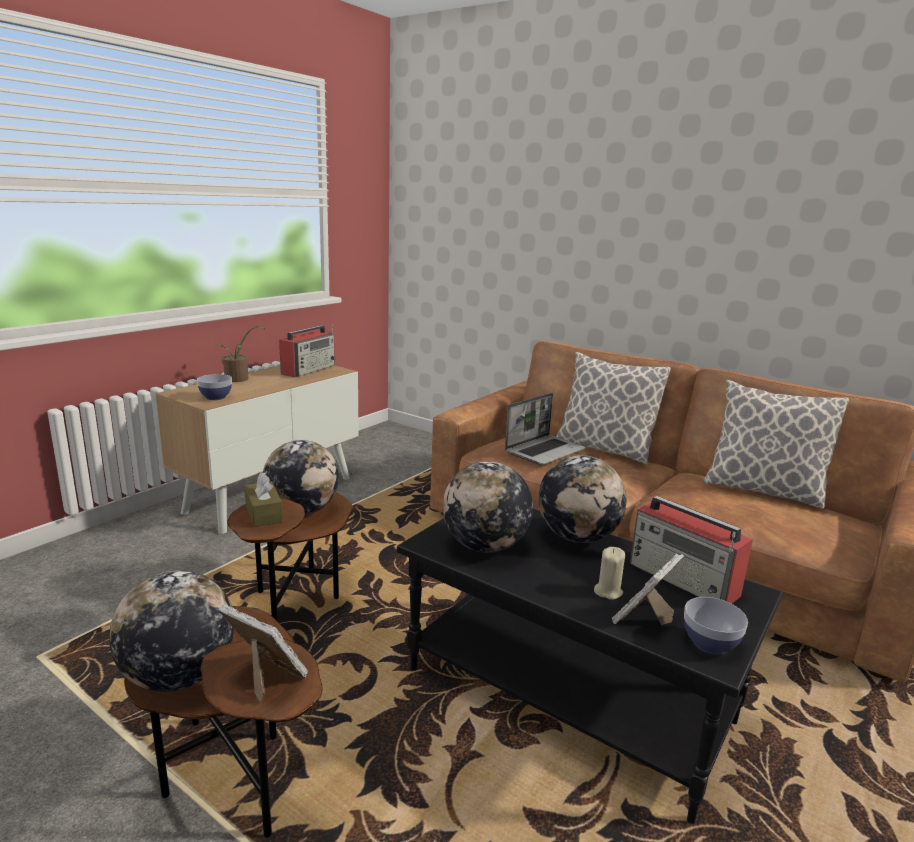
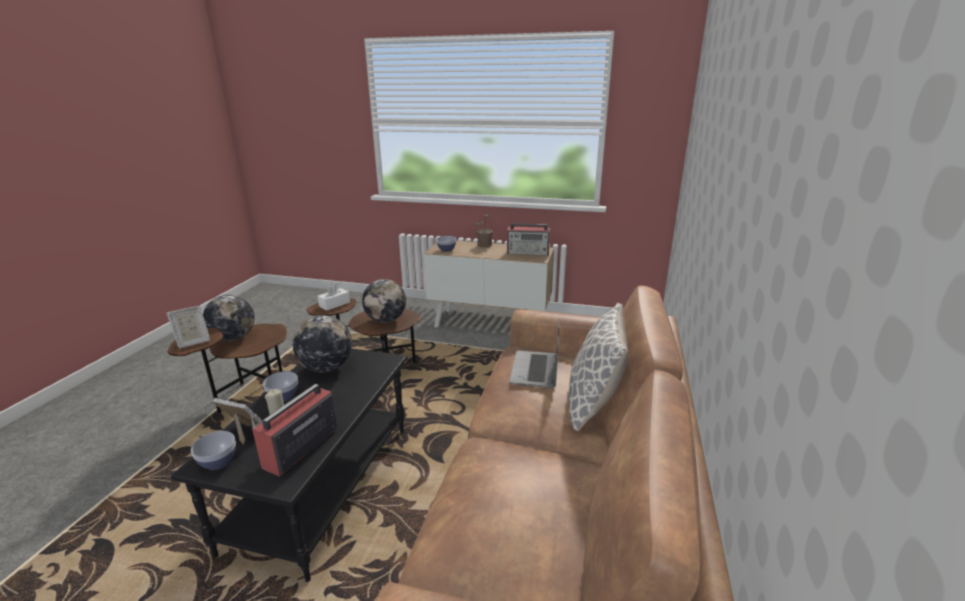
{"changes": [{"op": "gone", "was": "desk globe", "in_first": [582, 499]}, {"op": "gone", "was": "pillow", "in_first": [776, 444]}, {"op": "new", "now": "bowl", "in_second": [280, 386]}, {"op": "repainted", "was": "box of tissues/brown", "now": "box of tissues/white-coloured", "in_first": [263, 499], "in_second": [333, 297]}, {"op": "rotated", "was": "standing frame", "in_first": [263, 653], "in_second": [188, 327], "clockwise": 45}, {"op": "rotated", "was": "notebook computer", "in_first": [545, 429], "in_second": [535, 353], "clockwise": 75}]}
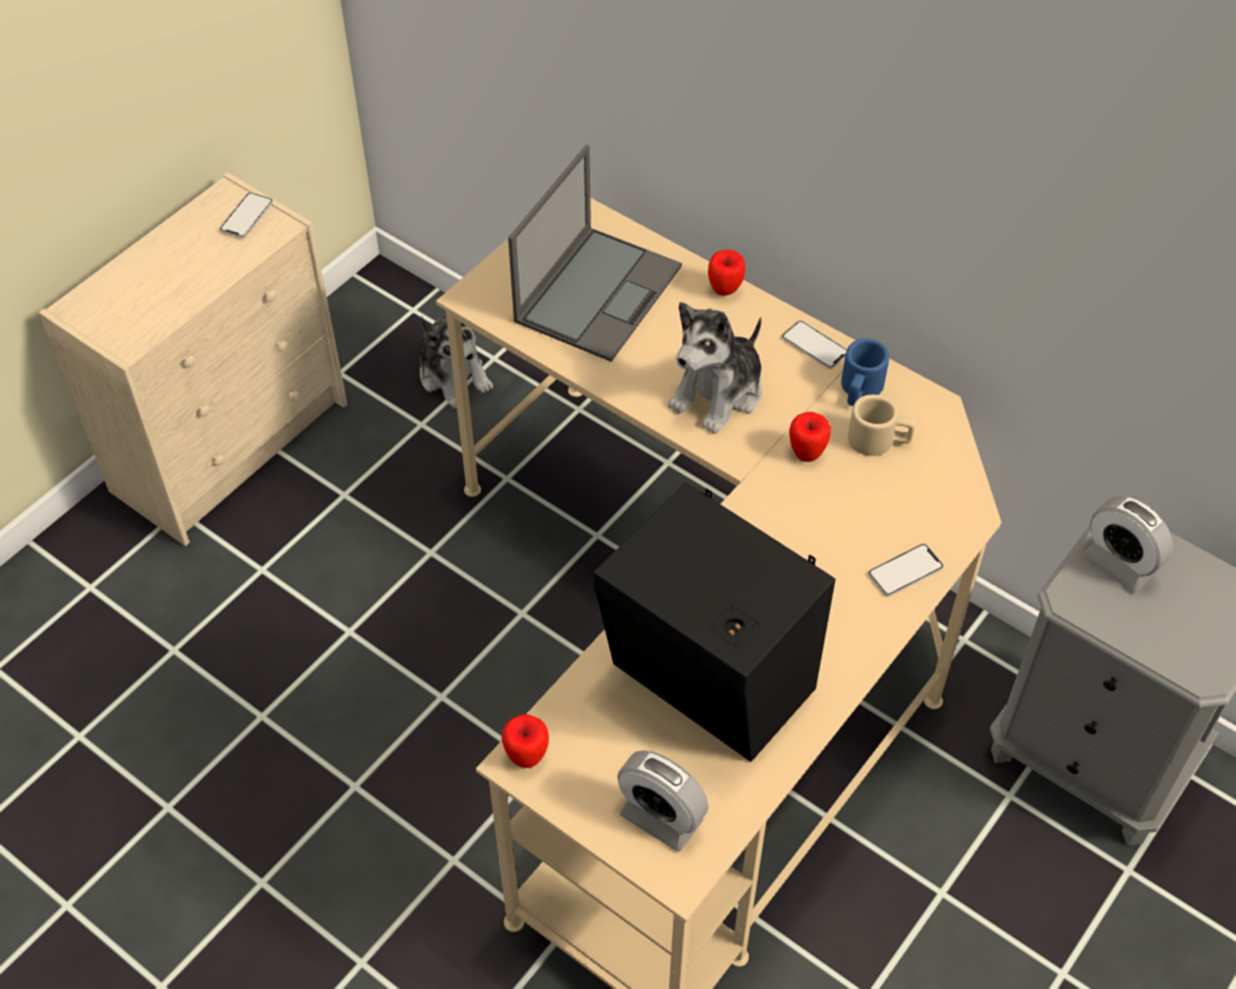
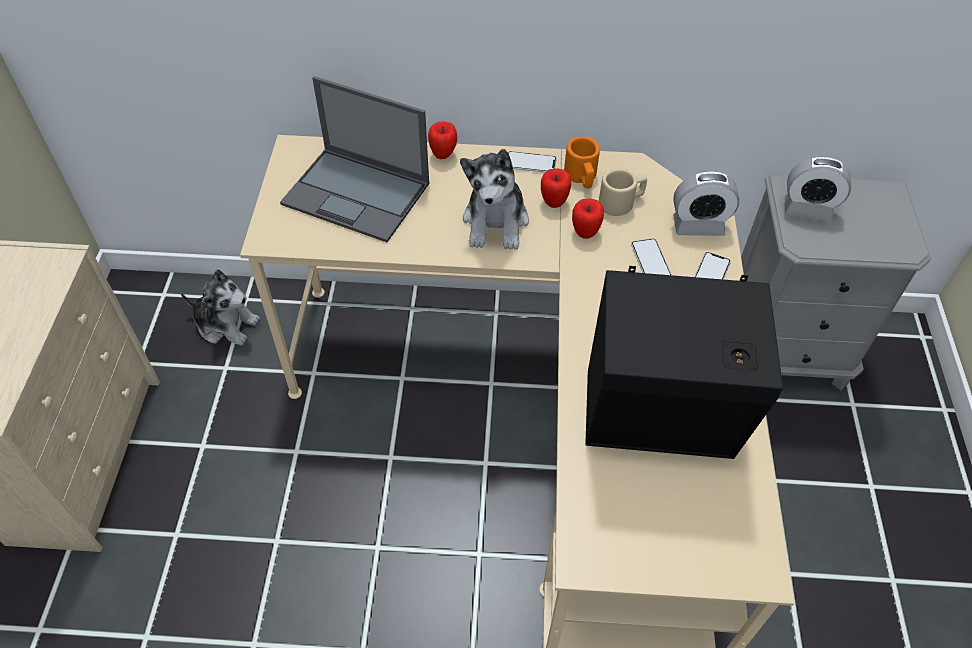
{"changes": [{"op": "shifted", "was": "telephone", "in_first": [246, 215], "in_second": [651, 256]}, {"op": "shifted", "was": "apple fruit", "in_first": [525, 741], "in_second": [556, 188]}, {"op": "shifted", "was": "bedside clock", "in_first": [662, 801], "in_second": [706, 203]}, {"op": "repainted", "was": "coffee mug/blue-coloured", "now": "coffee mug/orange-coloured", "in_first": [865, 372], "in_second": [582, 162]}, {"op": "rotated", "was": "notebook computer", "in_first": [595, 253], "in_second": [354, 159], "clockwise": 120}]}
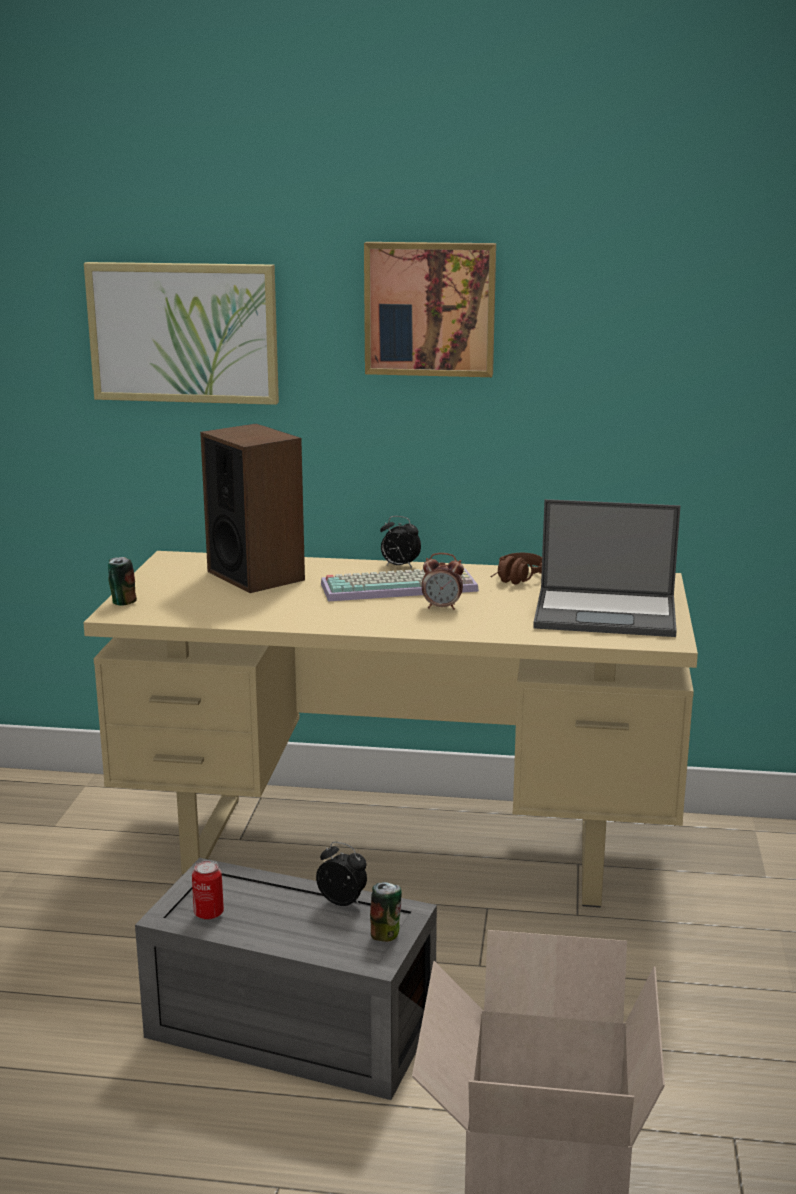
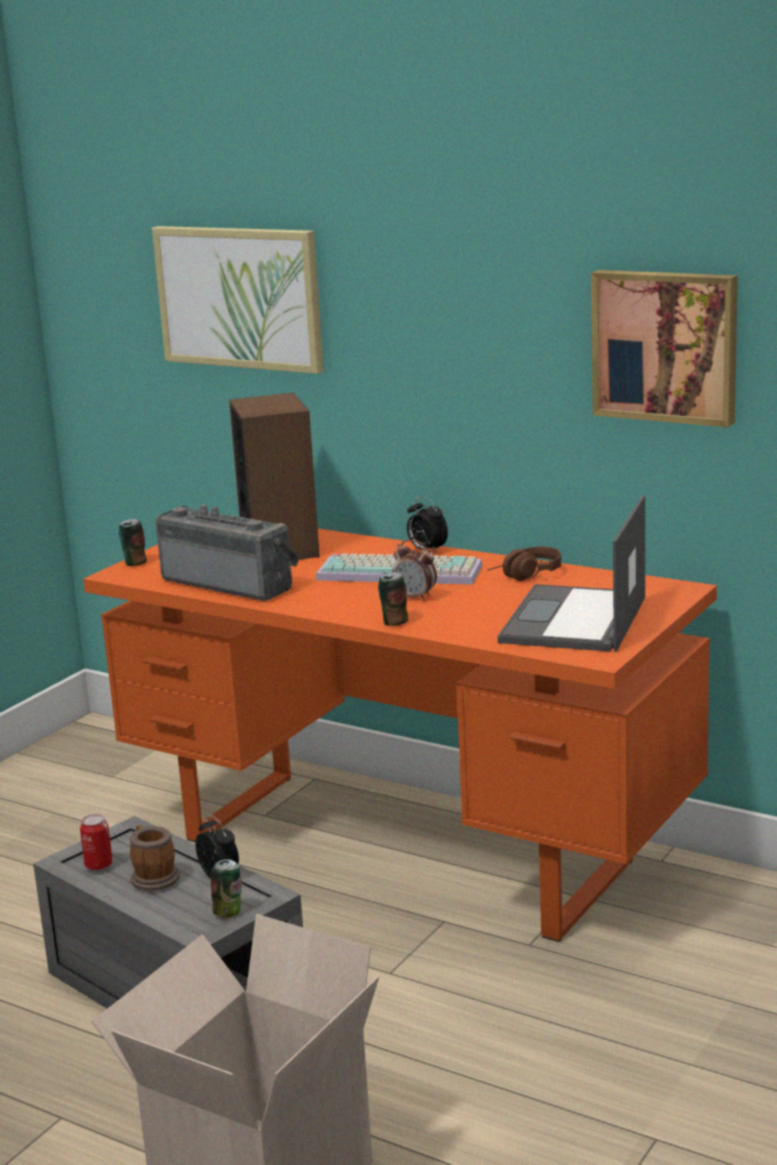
{"changes": [{"op": "new", "now": "coffee mug", "in_second": [155, 858]}, {"op": "new", "now": "radio", "in_second": [228, 553]}, {"op": "new", "now": "sealed can", "in_second": [393, 599]}, {"op": "shifted", "was": "picture", "in_first": [430, 309], "in_second": [664, 348]}, {"op": "repainted", "was": "desk/beige-coloured", "now": "desk/orange-coloured", "in_first": [390, 729], "in_second": [400, 735]}, {"op": "rotated", "was": "notebook computer", "in_first": [606, 568], "in_second": [571, 573], "clockwise": 75}]}
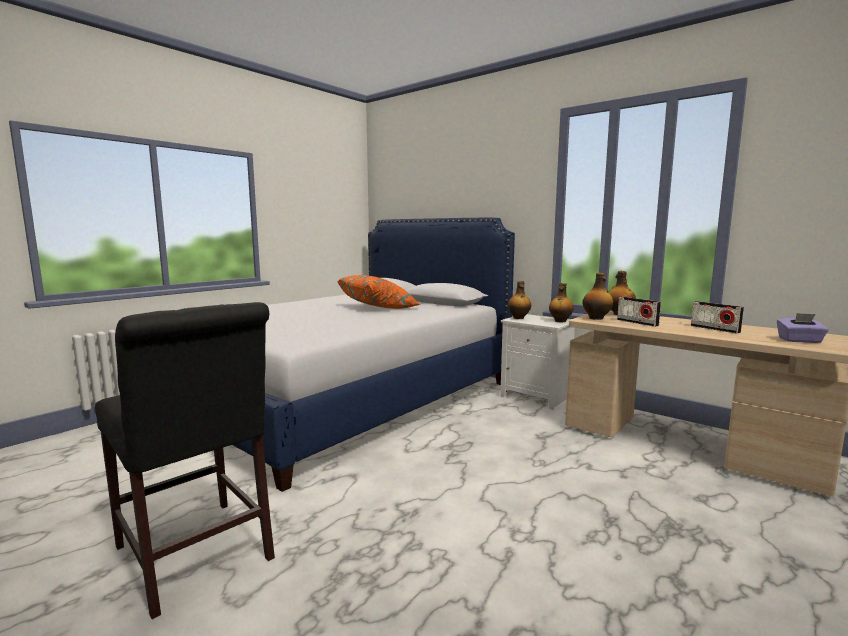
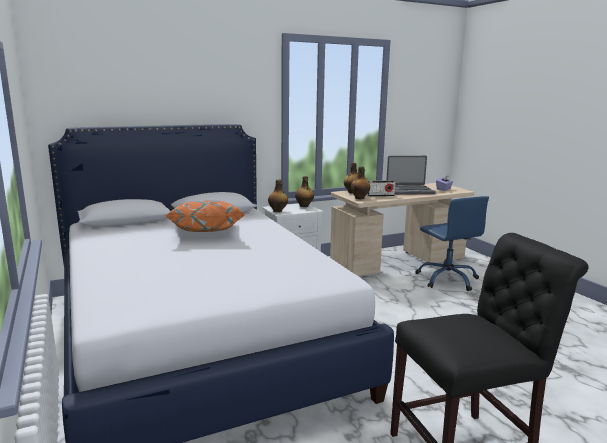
{"changes": [{"op": "new", "now": "computer chair/blue-coloured", "in_second": [452, 243]}, {"op": "swapped", "was": "radio", "now": "notebook computer", "in_first": [717, 317], "in_second": [411, 175]}]}
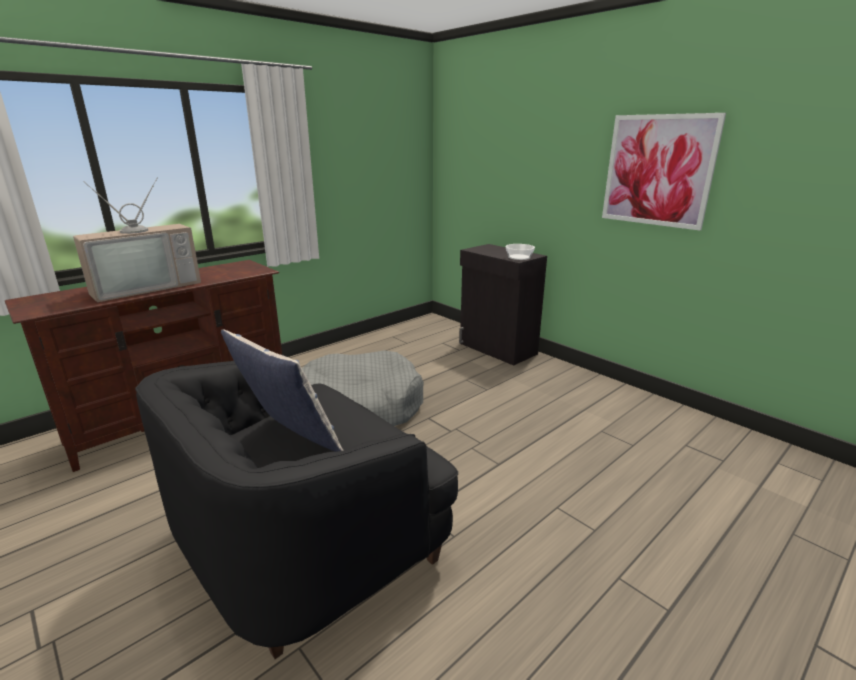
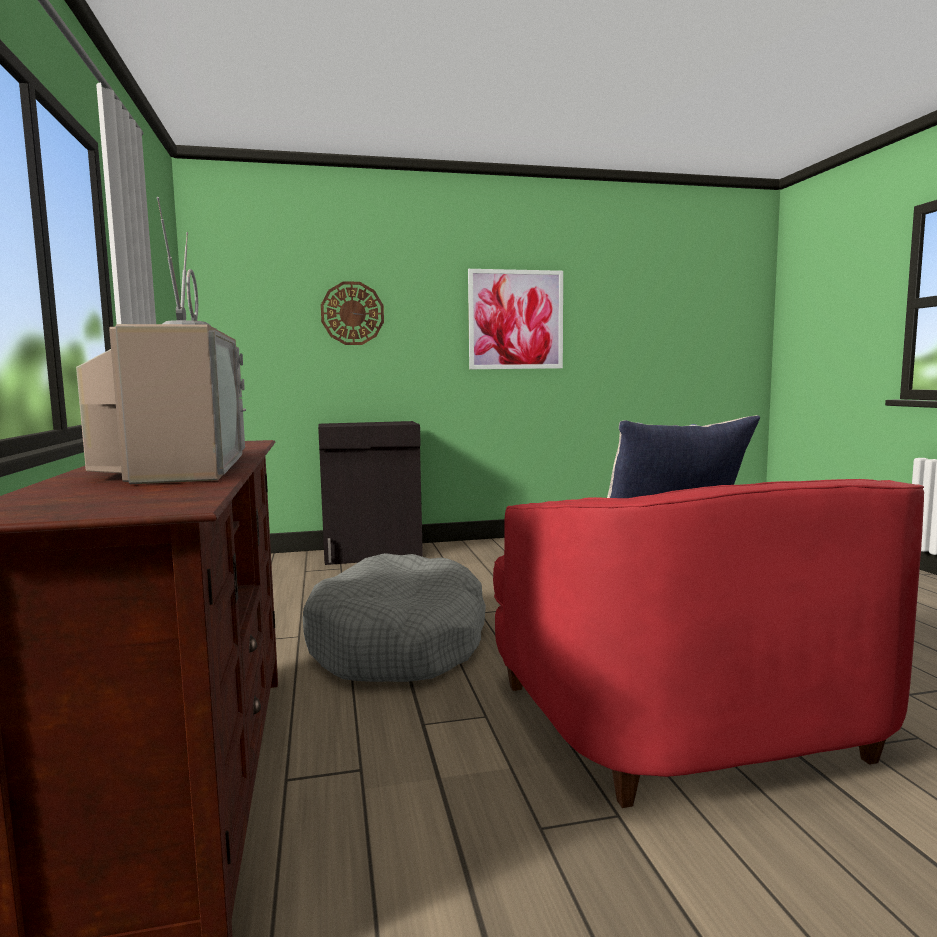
{"changes": [{"op": "gone", "was": "bowl", "in_first": [520, 252]}, {"op": "new", "now": "clock on the wall", "in_second": [352, 313]}, {"op": "repainted", "was": "armchair/black-coloured", "now": "armchair/red", "in_first": [296, 507], "in_second": [708, 643]}]}
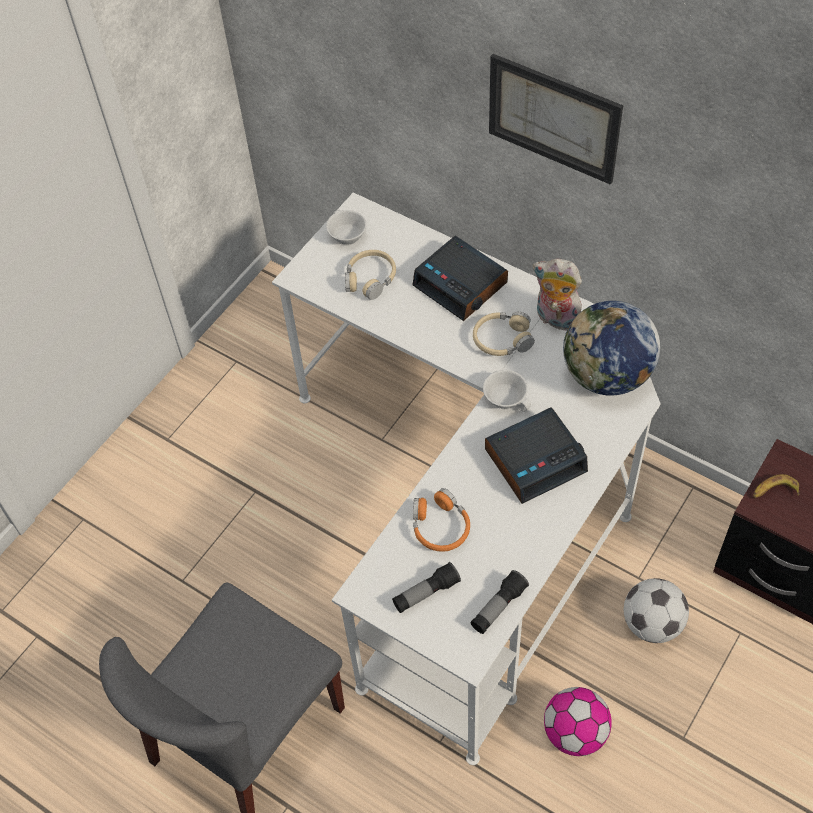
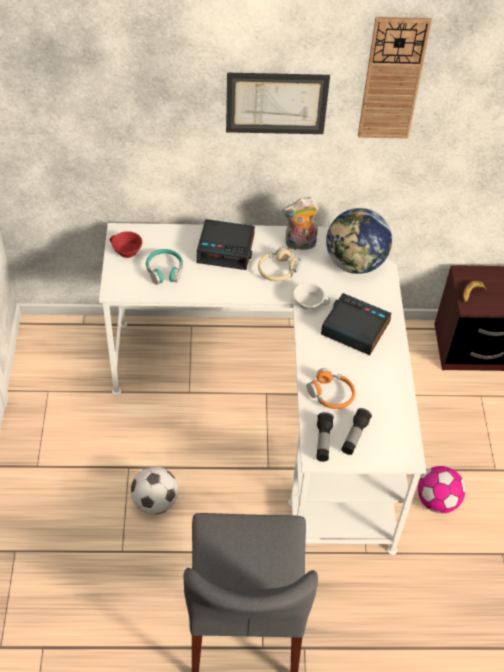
{"changes": [{"op": "new", "now": "clock on the wall", "in_second": [395, 78]}, {"op": "shifted", "was": "hand torch", "in_first": [499, 602], "in_second": [325, 437]}, {"op": "shifted", "was": "ball for football", "in_first": [656, 610], "in_second": [154, 490]}, {"op": "repainted", "was": "drinking cup/white-coloured", "now": "drinking cup/red", "in_first": [346, 227], "in_second": [126, 244]}, {"op": "repainted", "was": "pair of headphones/beige-coloured", "now": "pair of headphones/turquoise", "in_first": [370, 275], "in_second": [164, 267]}, {"op": "rotated", "was": "bedside clock", "in_first": [536, 455], "in_second": [356, 324], "clockwise": -90}]}
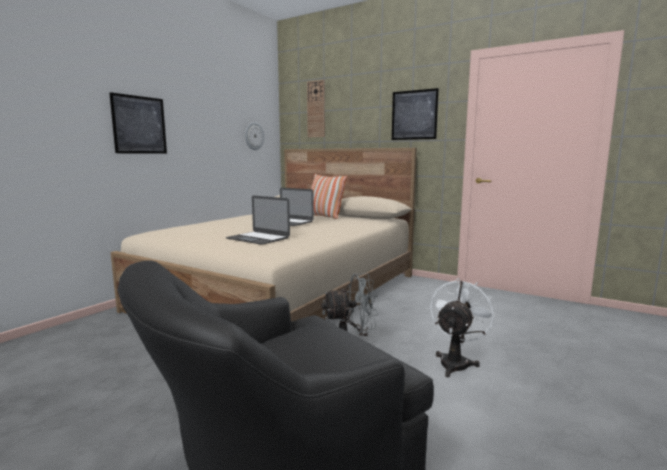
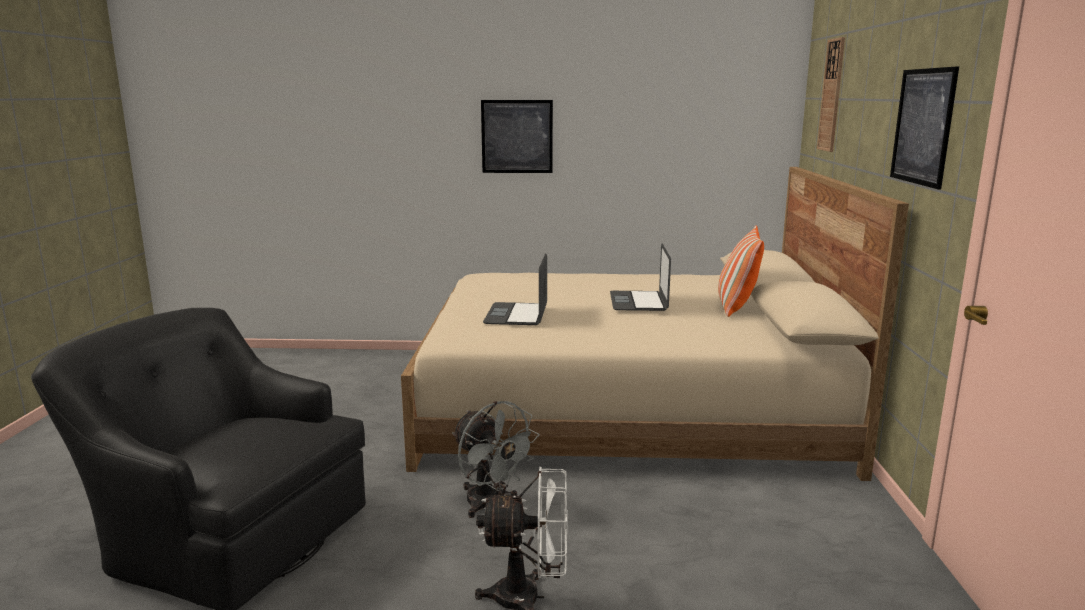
{"changes": [{"op": "gone", "was": "clock on the wall", "in_first": [254, 136]}]}
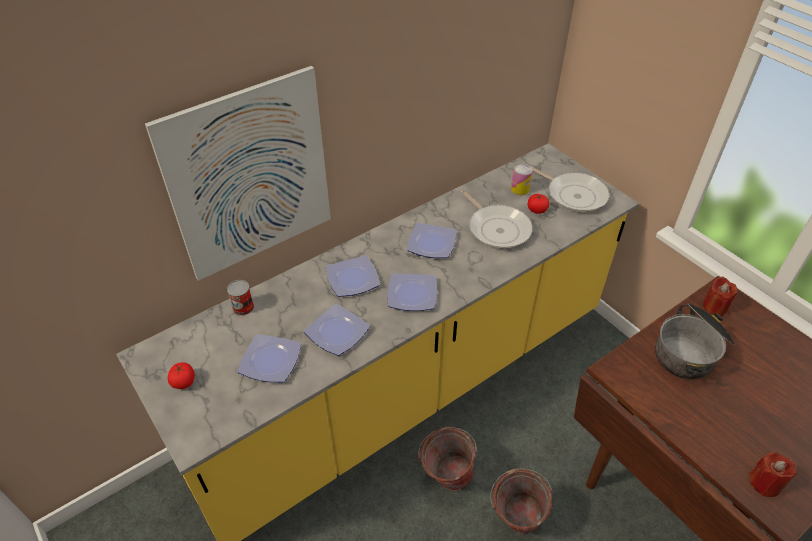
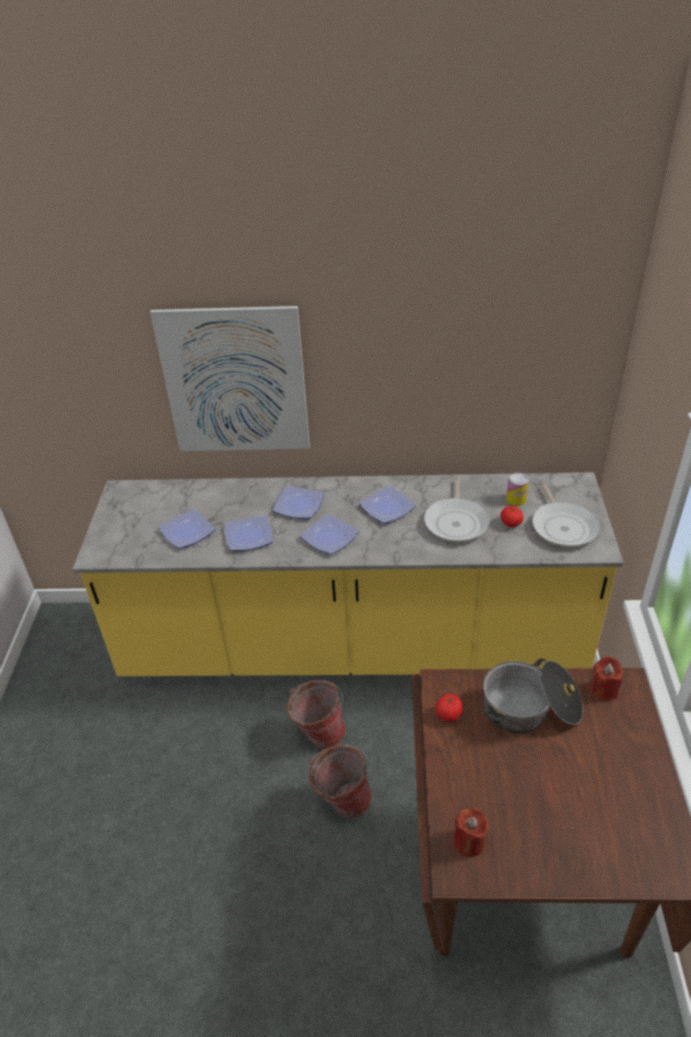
{"changes": [{"op": "gone", "was": "sealed can", "in_first": [240, 298]}, {"op": "shifted", "was": "fresh tomato", "in_first": [181, 375], "in_second": [448, 708]}]}
